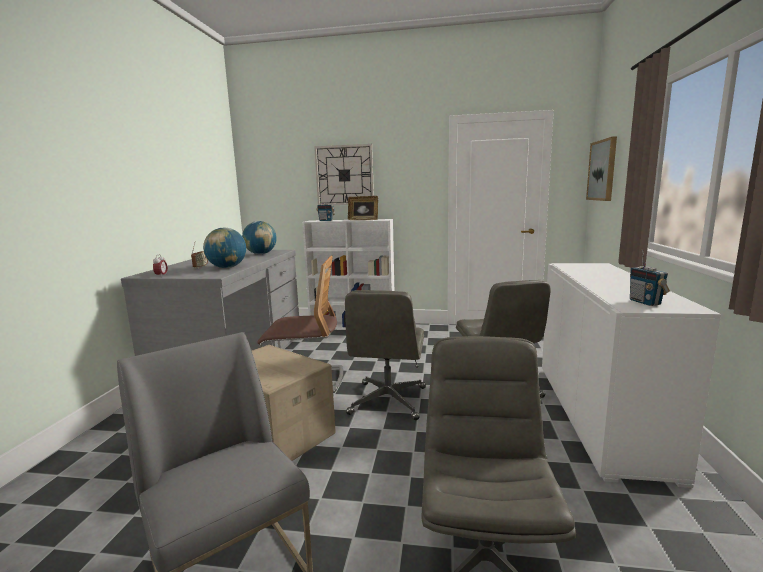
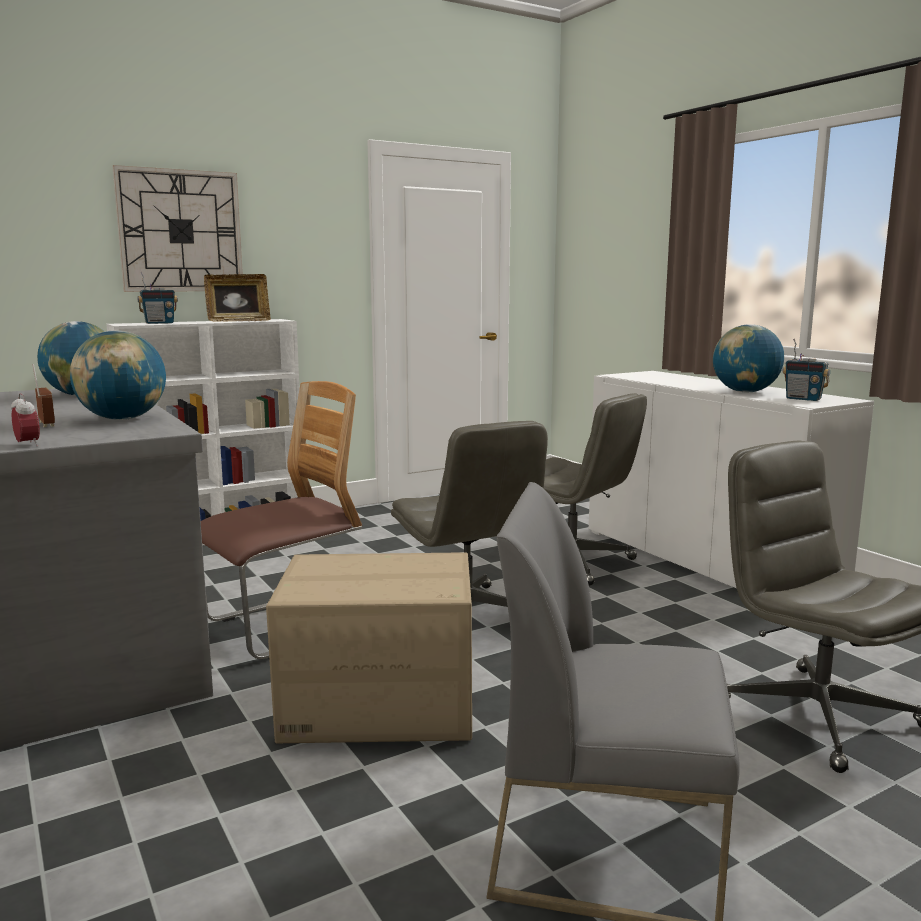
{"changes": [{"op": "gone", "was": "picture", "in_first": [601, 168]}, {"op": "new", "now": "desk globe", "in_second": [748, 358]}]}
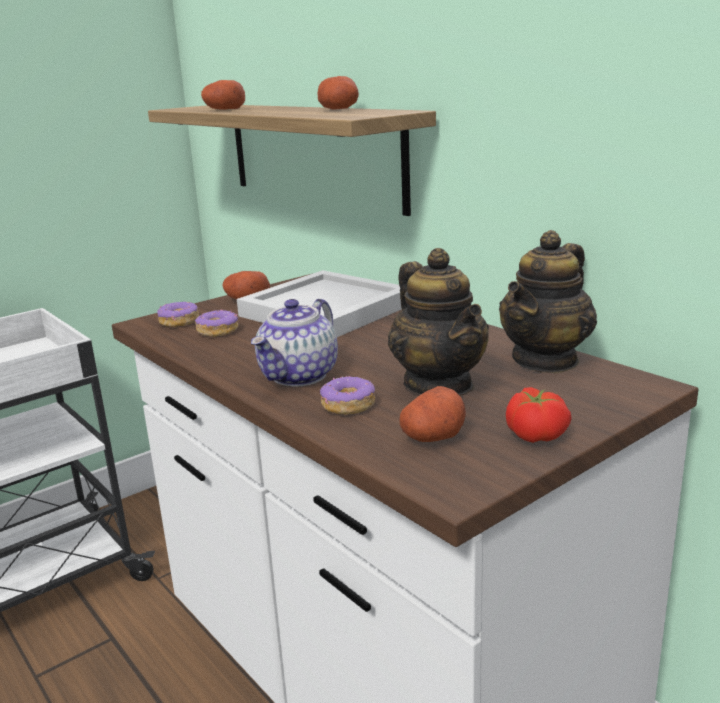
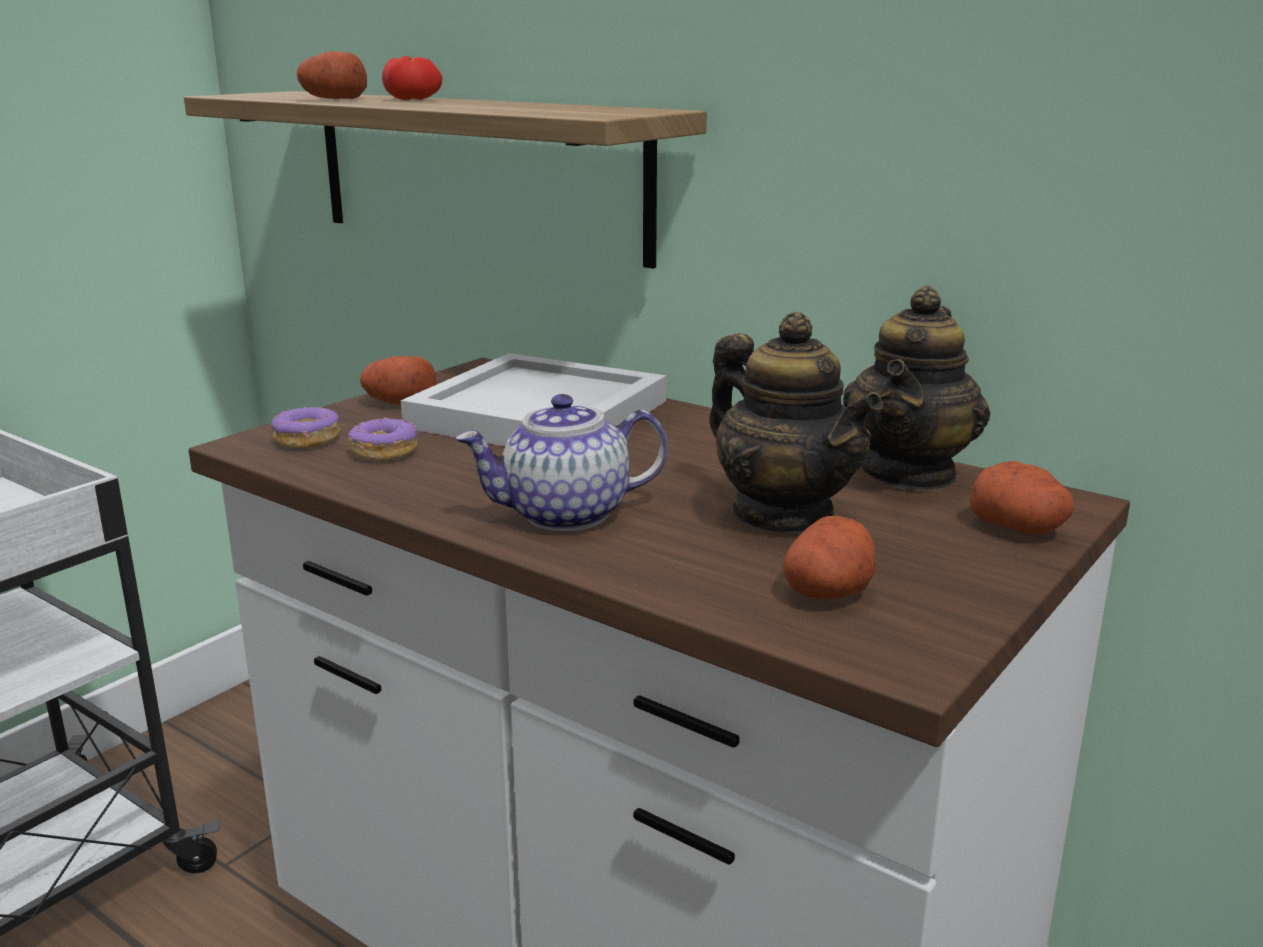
{"changes": [{"op": "gone", "was": "donut", "in_first": [347, 395]}, {"op": "shifted", "was": "spud", "in_first": [338, 92], "in_second": [1022, 497]}, {"op": "shifted", "was": "fresh tomato", "in_first": [539, 415], "in_second": [412, 78]}, {"op": "rotated", "was": "pot for tea", "in_first": [294, 342], "in_second": [562, 462], "clockwise": 60}]}
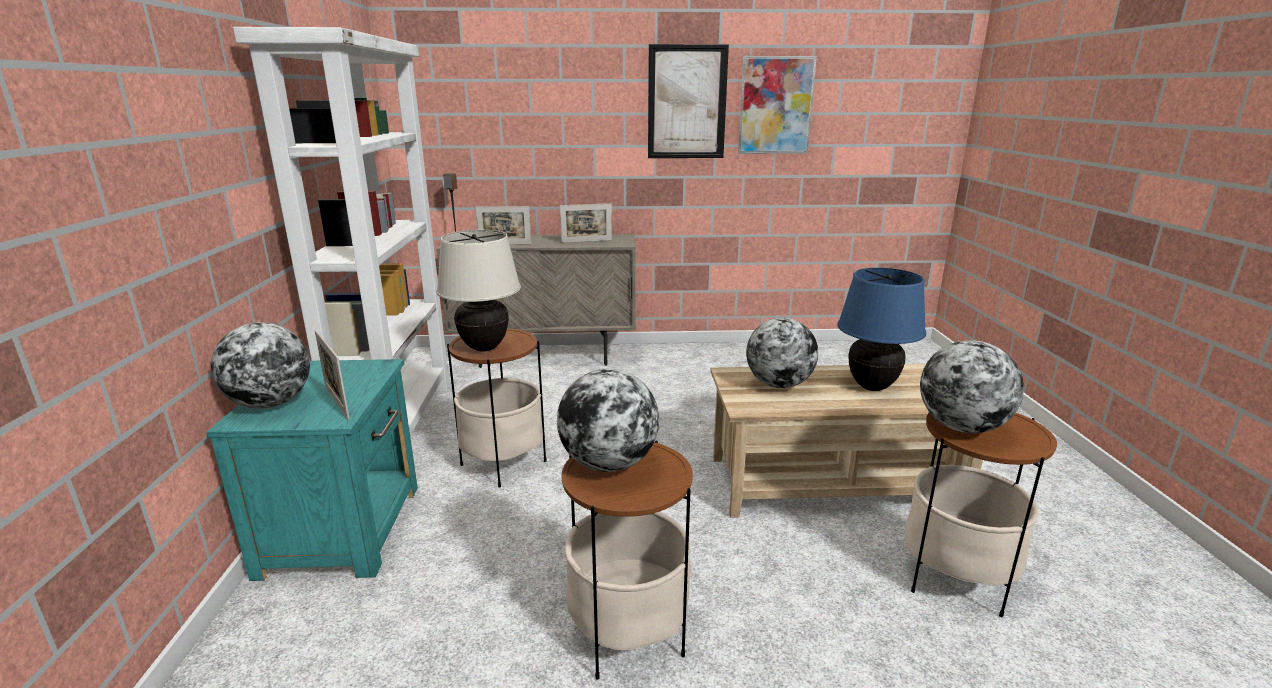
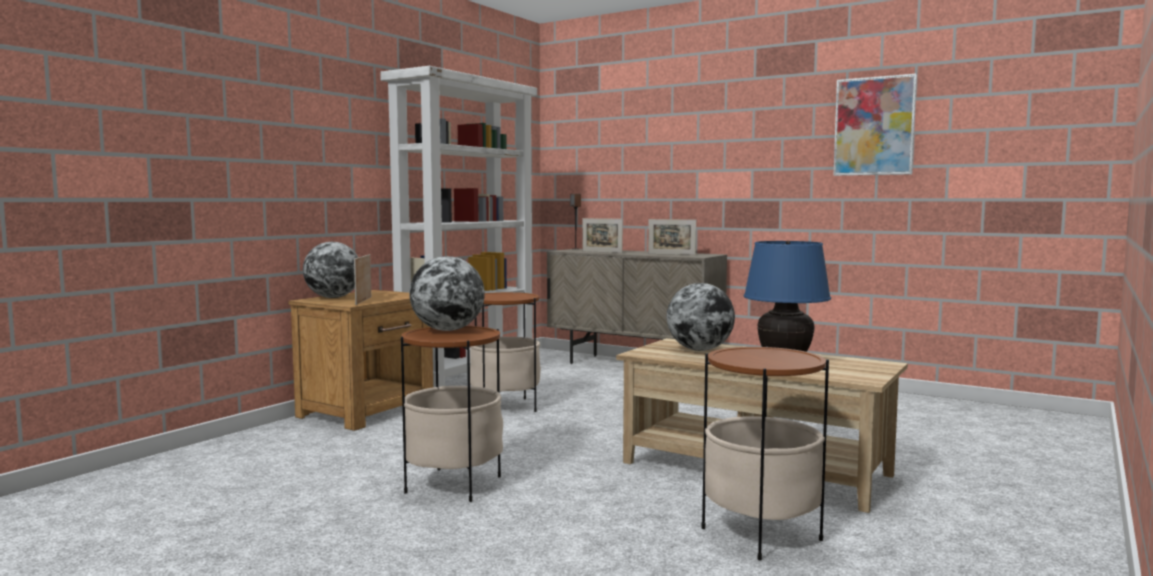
{"changes": [{"op": "gone", "was": "tabletop lamp/beige-coloured", "in_first": [478, 291]}, {"op": "gone", "was": "picture", "in_first": [688, 101]}, {"op": "gone", "was": "desk globe", "in_first": [972, 386]}, {"op": "repainted", "was": "nightstand/turquoise", "now": "nightstand/brown", "in_first": [312, 470], "in_second": [360, 360]}]}
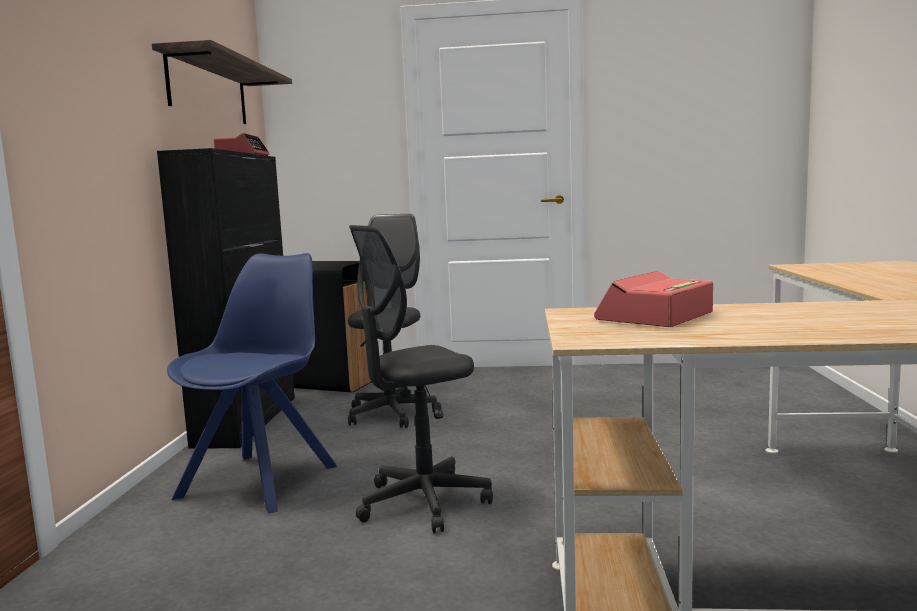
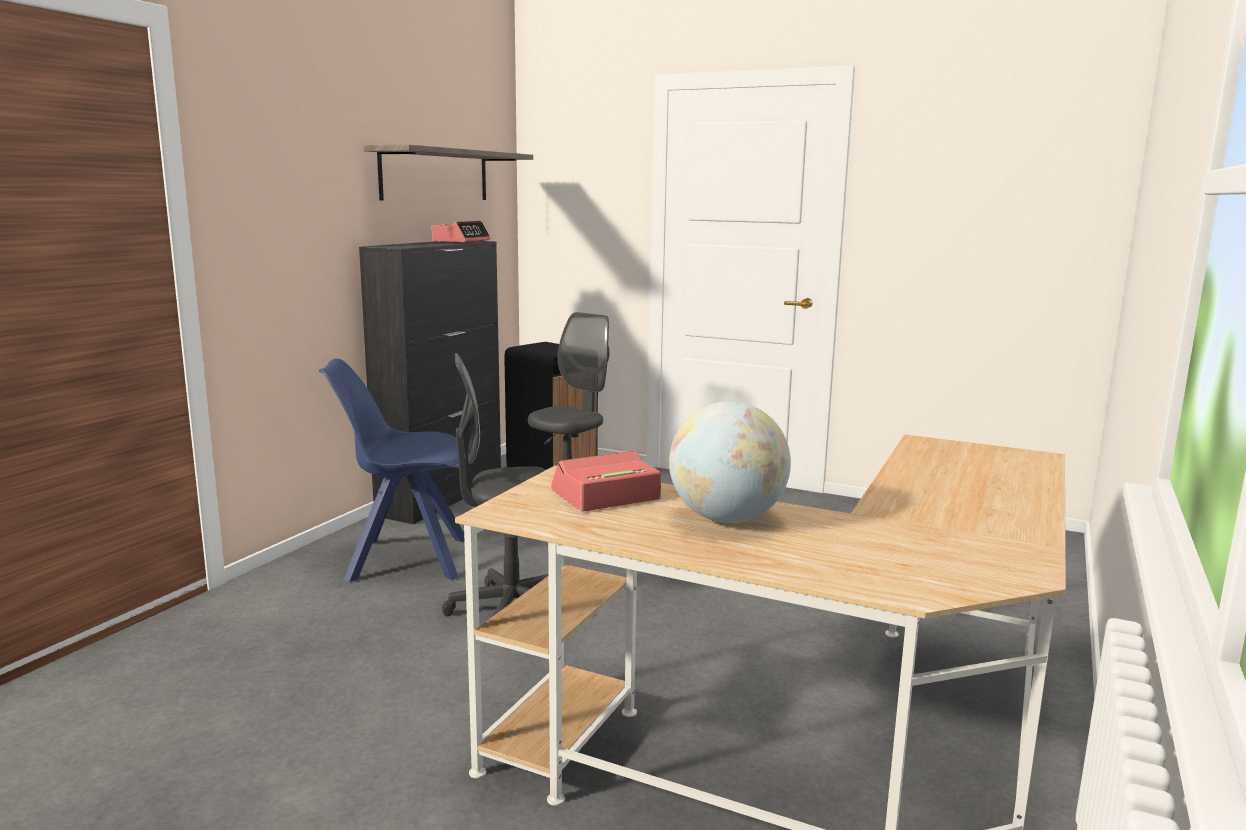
{"changes": [{"op": "new", "now": "desk globe", "in_second": [730, 462]}, {"op": "rotated", "was": "upright chair/blue-coloured", "in_first": [252, 383], "in_second": [392, 470], "clockwise": -135}]}
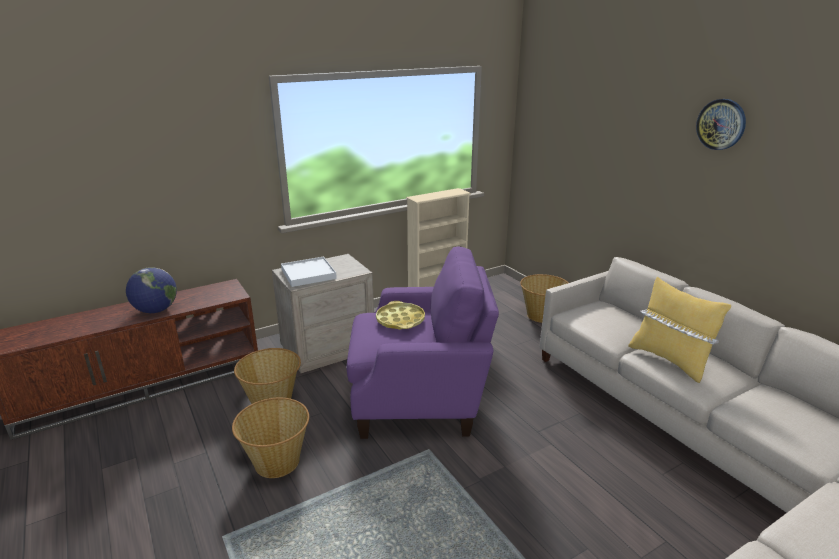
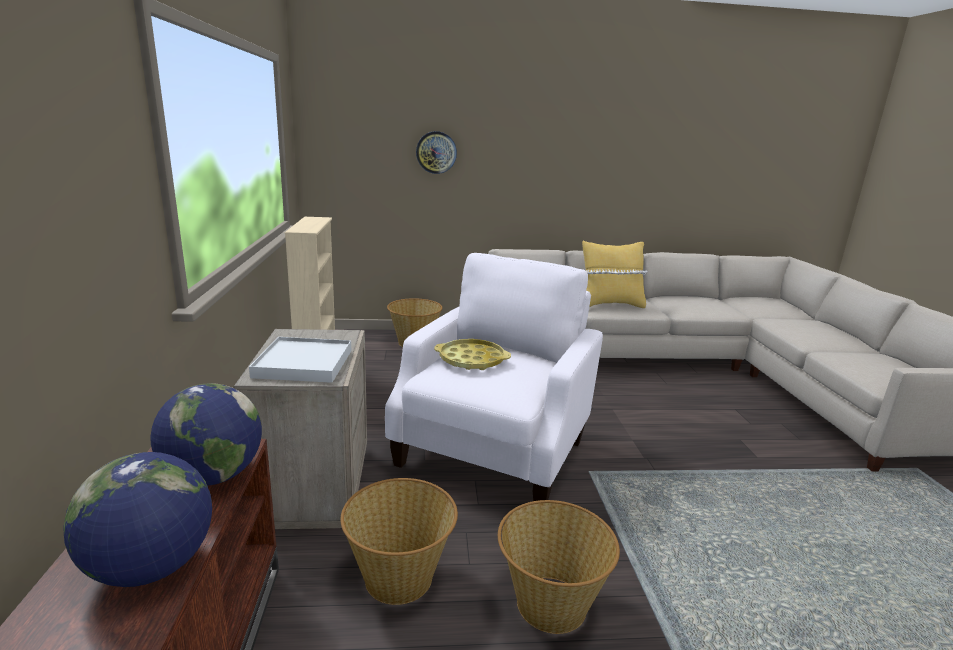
{"changes": [{"op": "new", "now": "desk globe", "in_second": [206, 434]}, {"op": "shifted", "was": "clock on the wall", "in_first": [721, 124], "in_second": [436, 152]}, {"op": "repainted", "was": "armchair/purplish", "now": "armchair/white-coloured", "in_first": [423, 342], "in_second": [494, 377]}]}
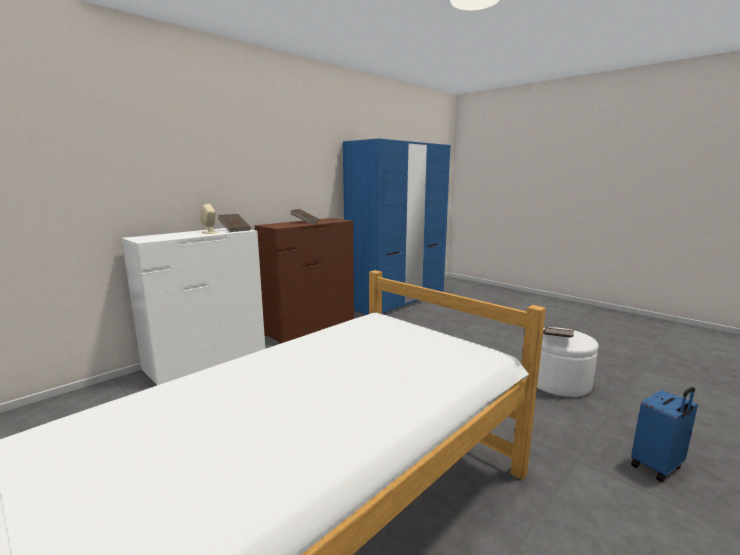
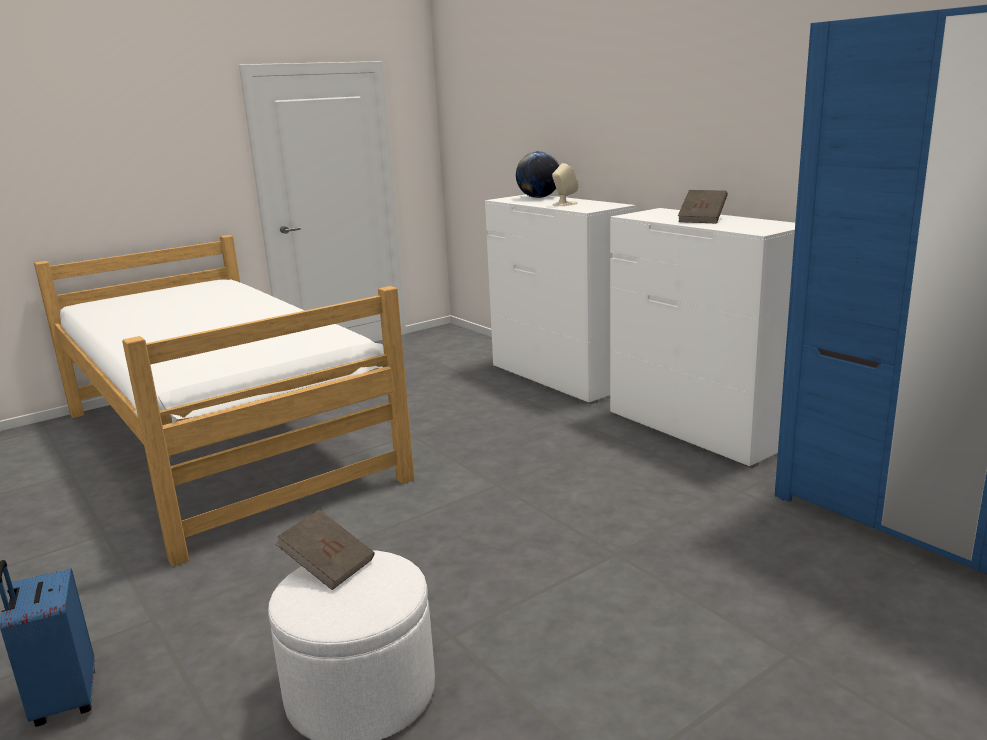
{"changes": [{"op": "gone", "was": "book/brown", "in_first": [234, 223]}, {"op": "new", "now": "desk globe", "in_second": [537, 174]}, {"op": "repainted", "was": "chest of drawers/brown", "now": "chest of drawers/white-coloured", "in_first": [304, 281], "in_second": [702, 338]}]}
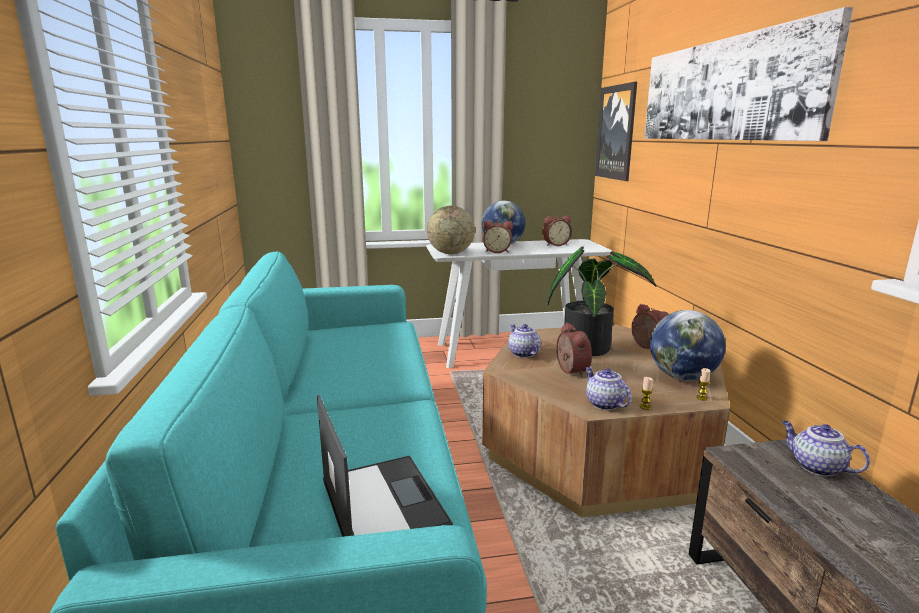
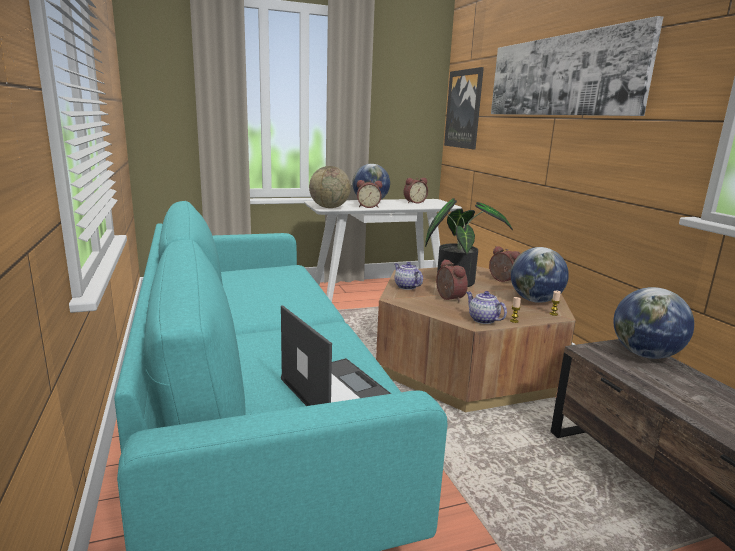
{"changes": [{"op": "swapped", "was": "pot for tea", "now": "desk globe", "in_first": [826, 448], "in_second": [654, 323]}]}
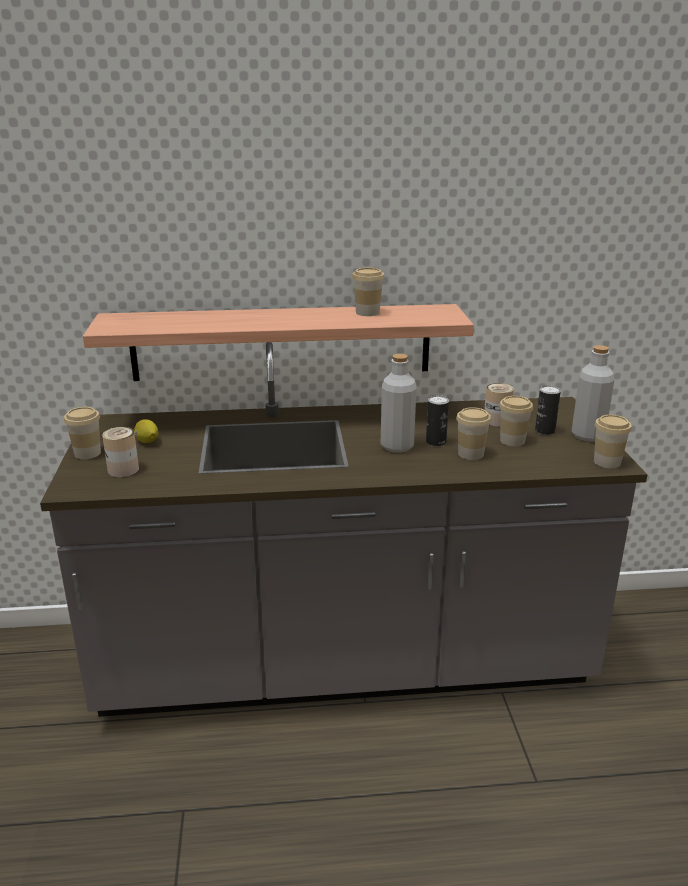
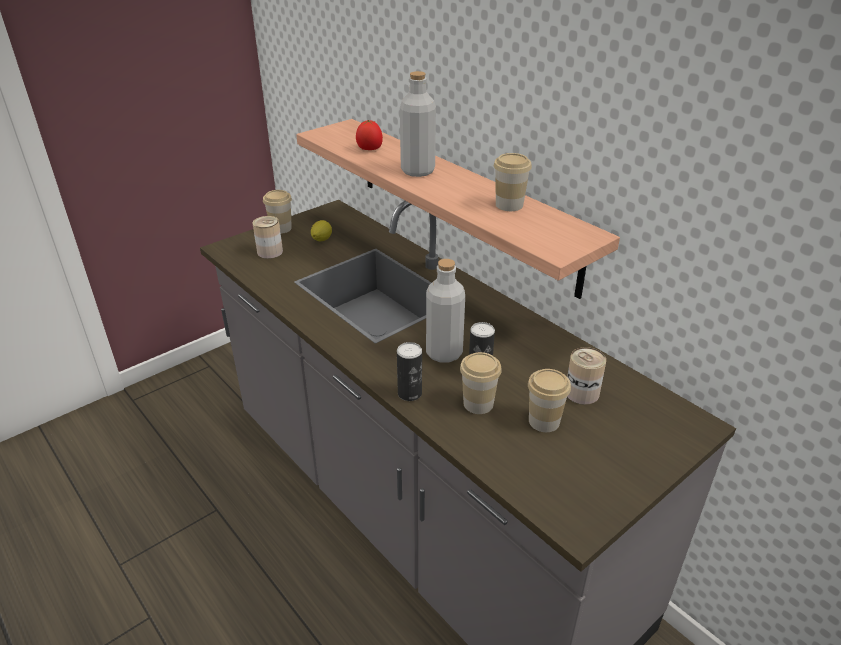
{"changes": [{"op": "gone", "was": "drinking cup", "in_first": [613, 441]}, {"op": "new", "now": "fresh tomato", "in_second": [369, 135]}, {"op": "shifted", "was": "sealed can", "in_first": [548, 410], "in_second": [409, 371]}, {"op": "shifted", "was": "beverage bottle/greyish", "in_first": [593, 393], "in_second": [418, 124]}]}
